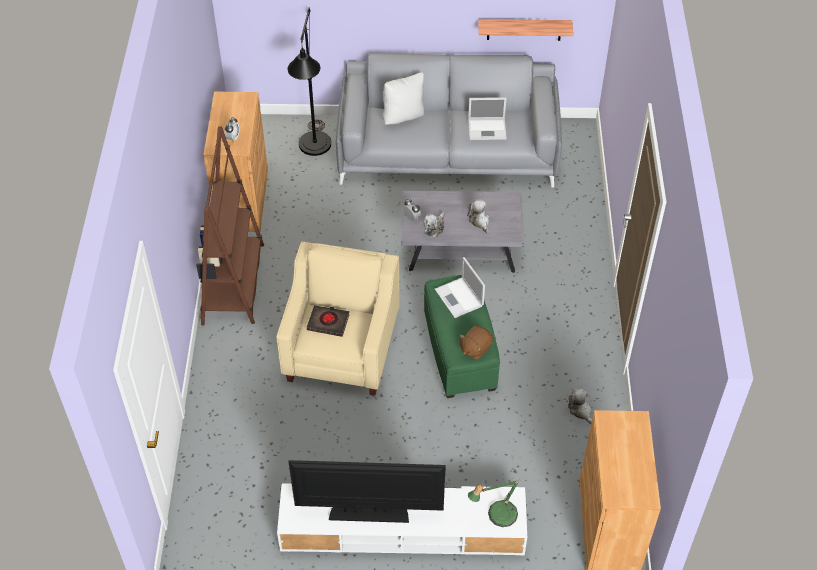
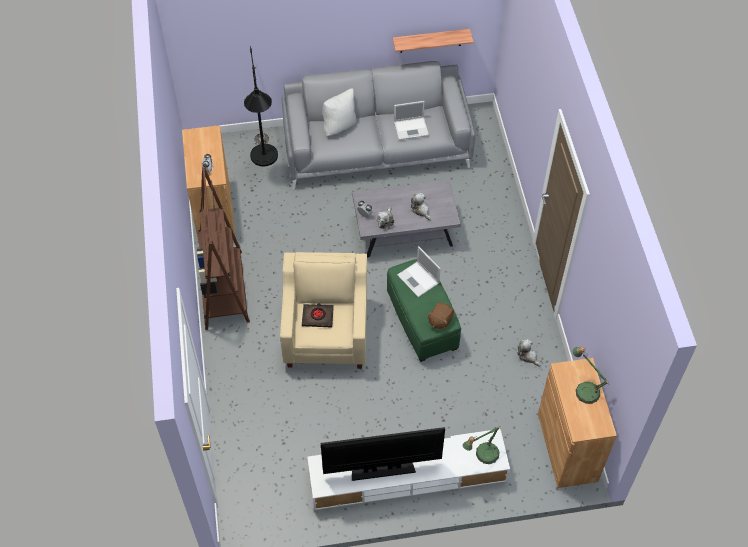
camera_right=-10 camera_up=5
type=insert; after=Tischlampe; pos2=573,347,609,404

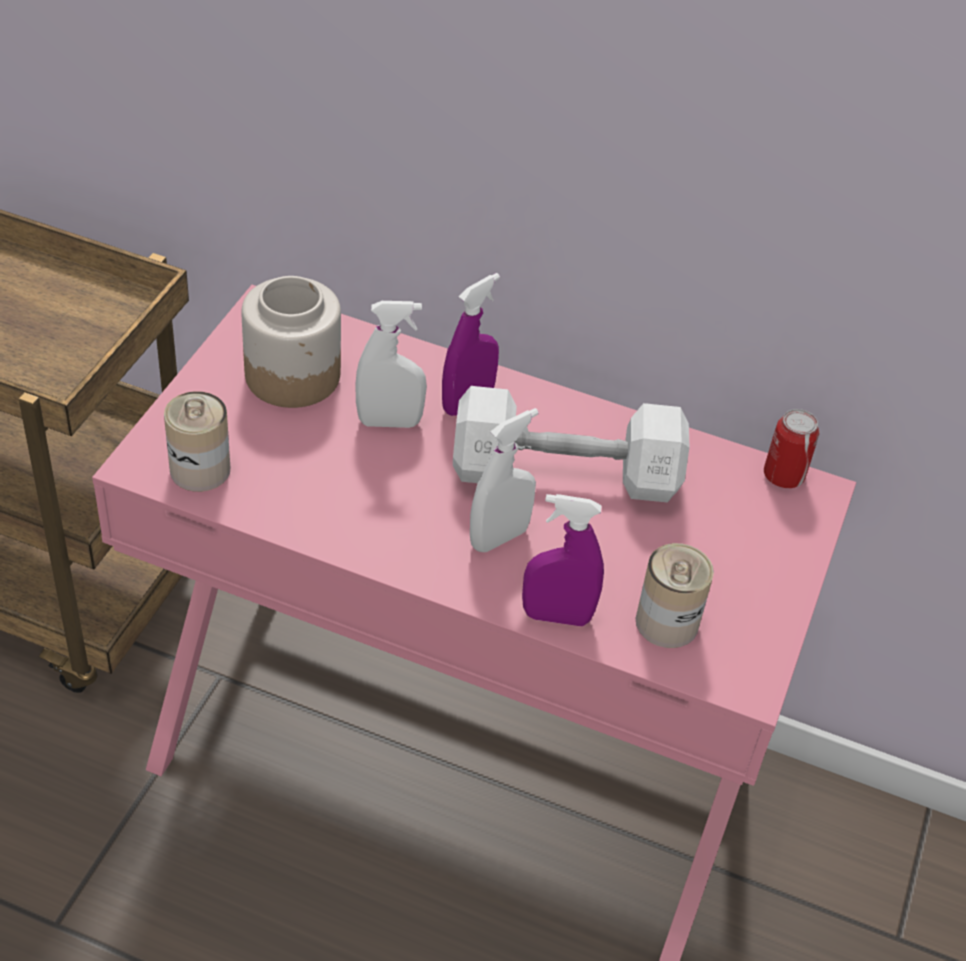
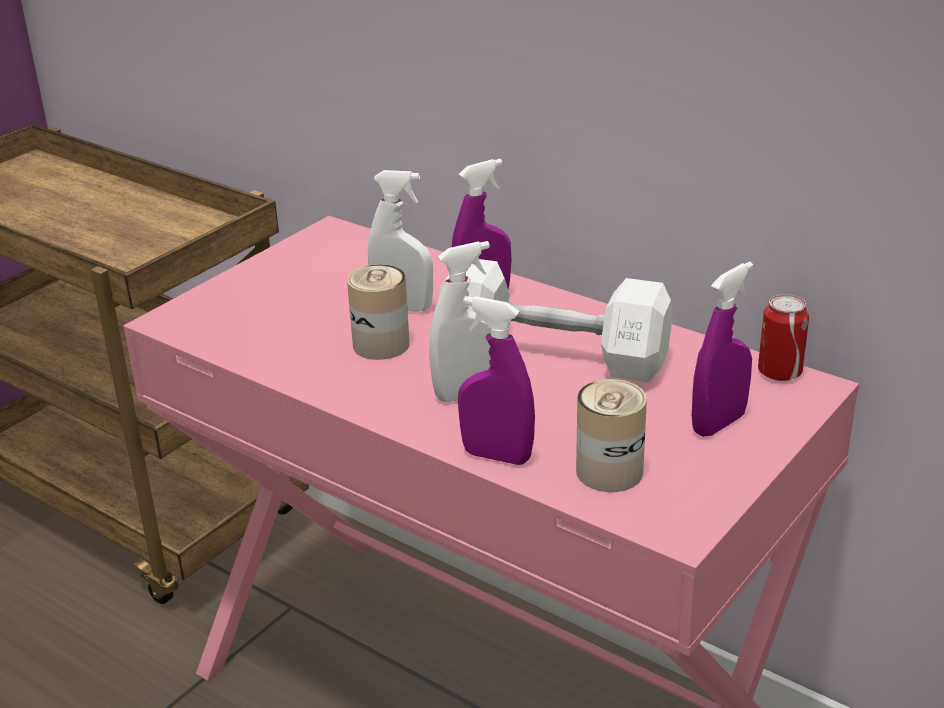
camera_right=20 camera_up=-15
type=delete; before=Vorratsglas; pos1=241,276,341,408
type=insert; after=Sprühflasche [lila]; pos2=692,261,753,437
type=move; before=Dose; pos1=164,391,230,492; pos2=347,264,410,360

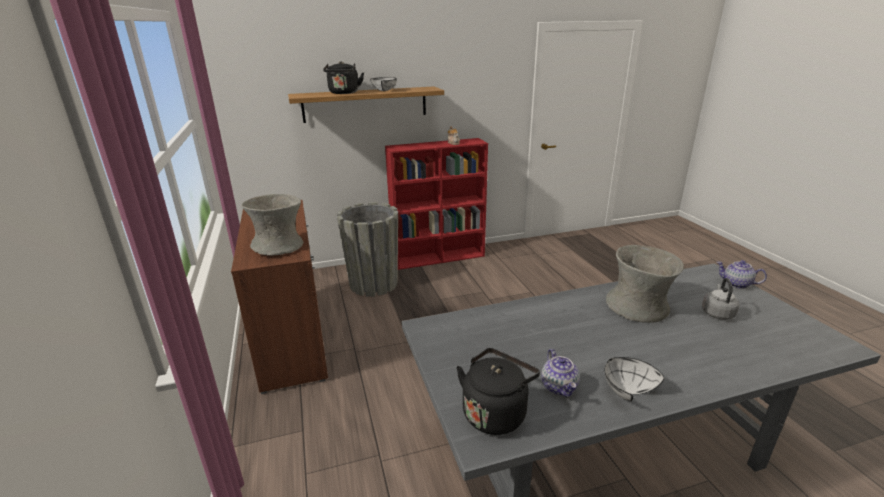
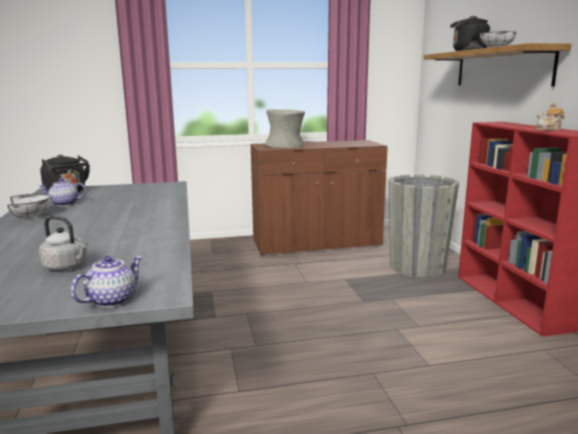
camera_right=95 camera_up=-10
type=delete; before=Vase [grau]; pos1=606,245,684,323

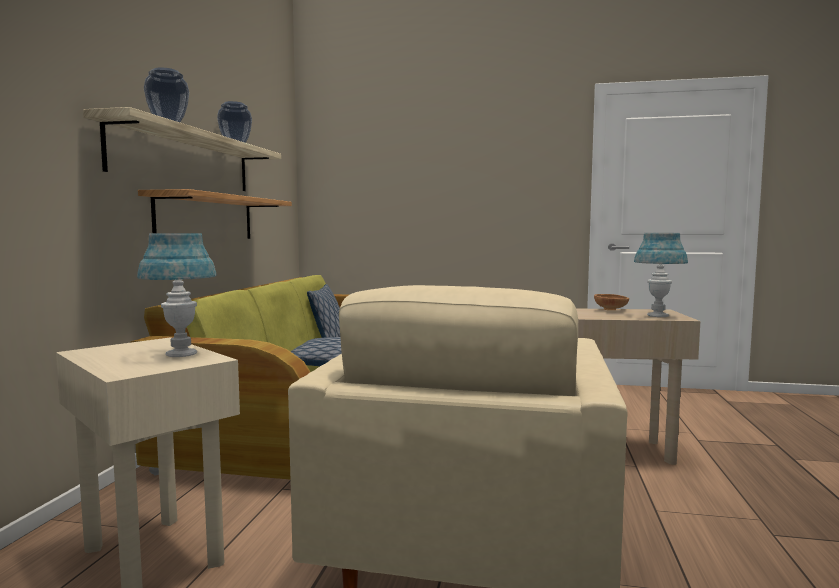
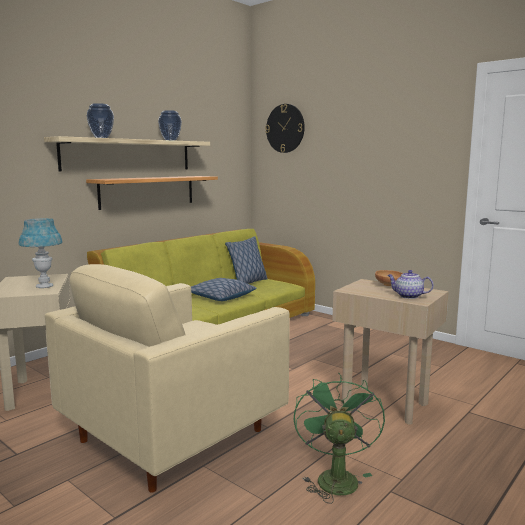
camera_right=30 camera_up=5
type=insert; after=Wanduhr; pos2=265,104,305,153
type=insert; after=Ventilator [grün]; pos2=294,372,385,504
type=replace; before=Tischlampe [blau]; after=Teekanne; pos1=634,233,688,317; pos2=388,270,434,299

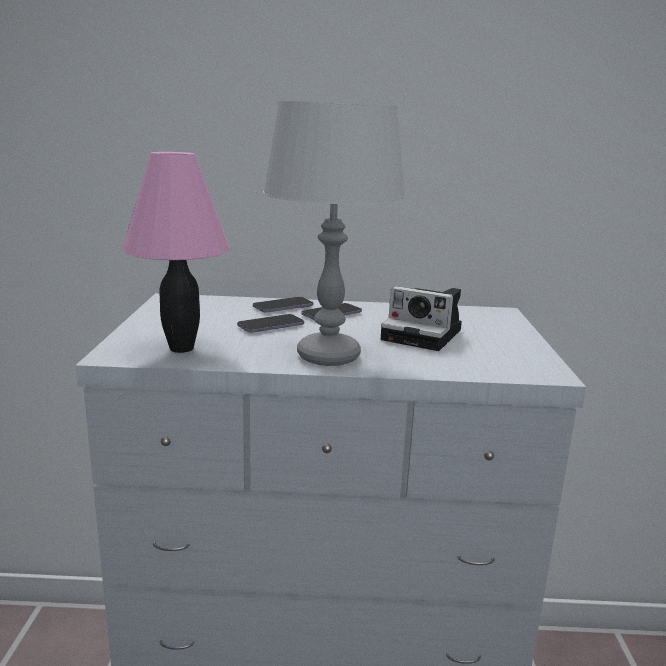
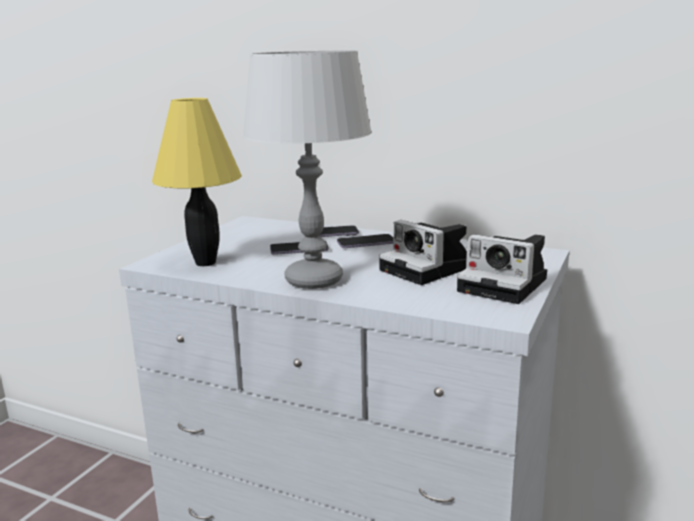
camera_right=25 camera_up=0
type=insert; after=Kamera; pos2=457,234,547,304
type=recolor; before=Tischlampe [rosa]; after=Tischlampe [gelb]; pos1=122,152,230,353; pos2=152,98,242,266

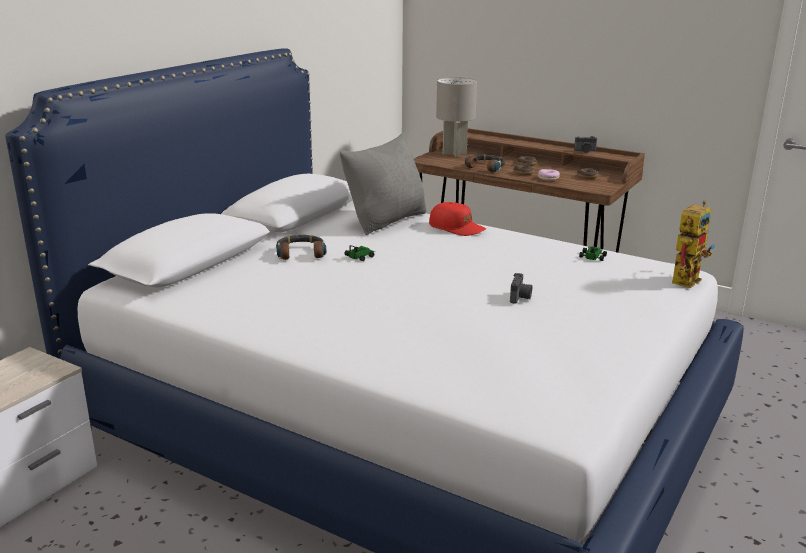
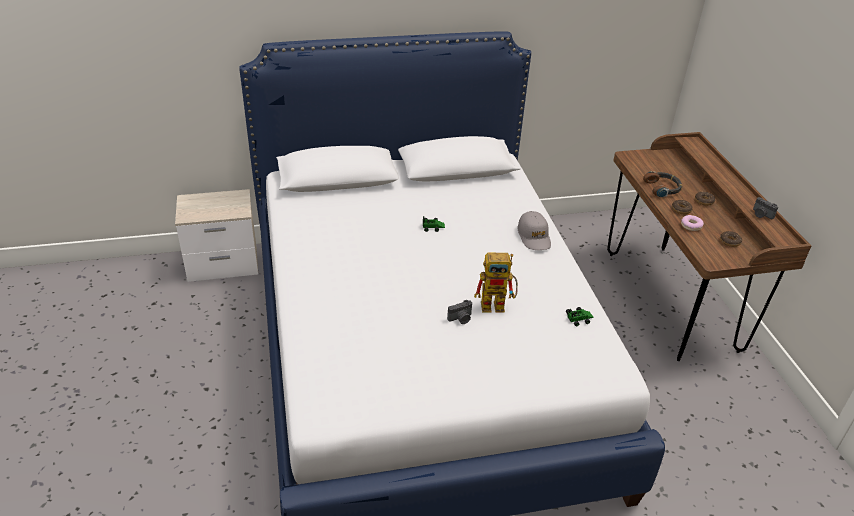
camera_right=45 camera_up=15
type=delete; before=Kopfhörer; pos1=276,235,326,260
type=delete; before=Kissen [grau]; pos1=340,133,426,235
type=delete; before=Tischlampe [grau]; pos1=436,77,477,157
type=move; before=Spielzeugroboter; pos1=672,201,715,288; pos2=474,253,518,313
type=recolor; before=Kappe [rot]; after=Kappe [grau]; pos1=429,202,486,236; pos2=517,211,551,250

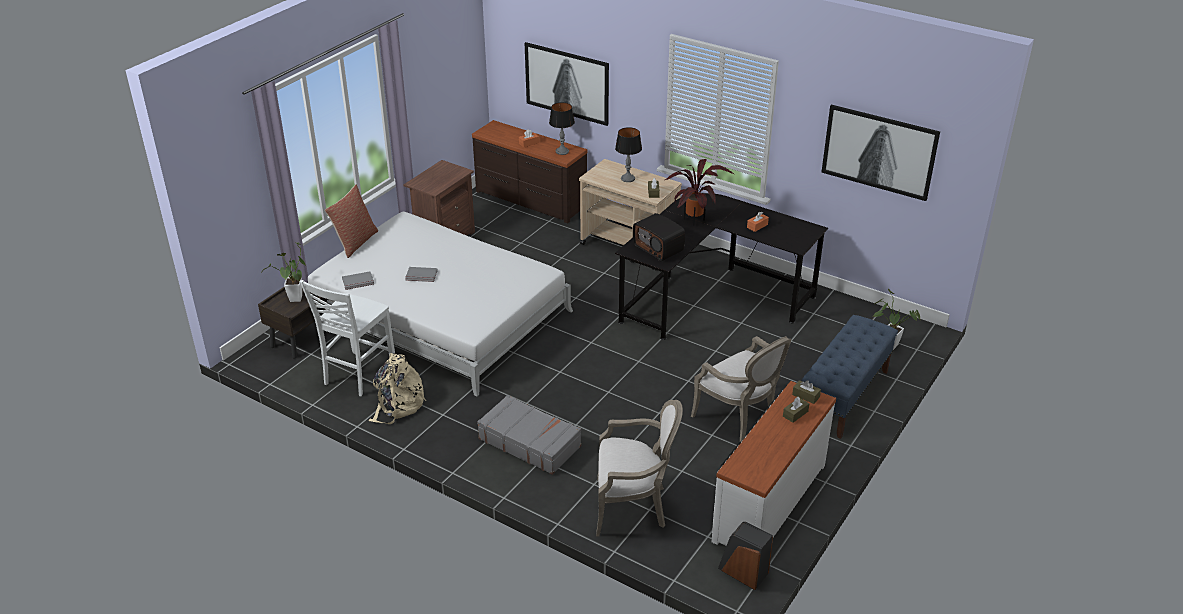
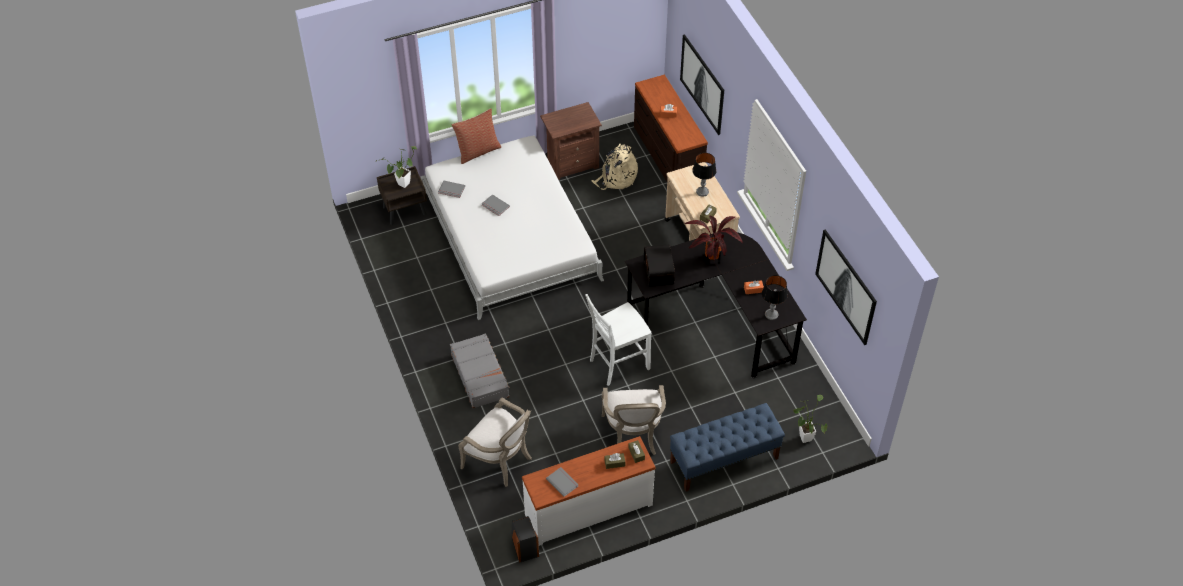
camera_right=35 camera_up=15
type=insert; after=Buch [grau]; pos2=546,467,578,497
type=move; before=Stuhl [weiß]; pos1=300,280,395,396; pos2=585,294,651,386
type=move; before=Rucksack [beige]; pos1=368,353,426,424; pos2=592,144,638,190
type=move; before=Tischlampe; pos1=549,102,575,155; pos2=762,275,788,320

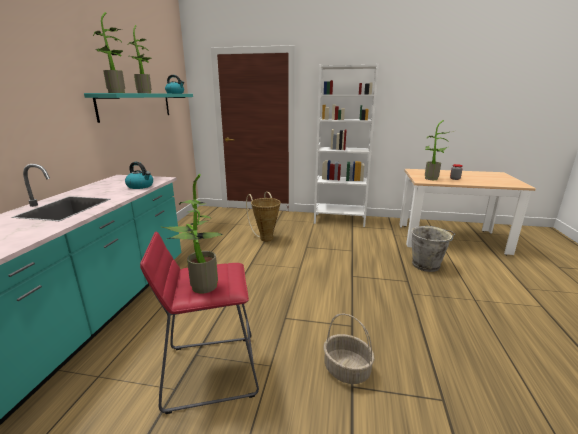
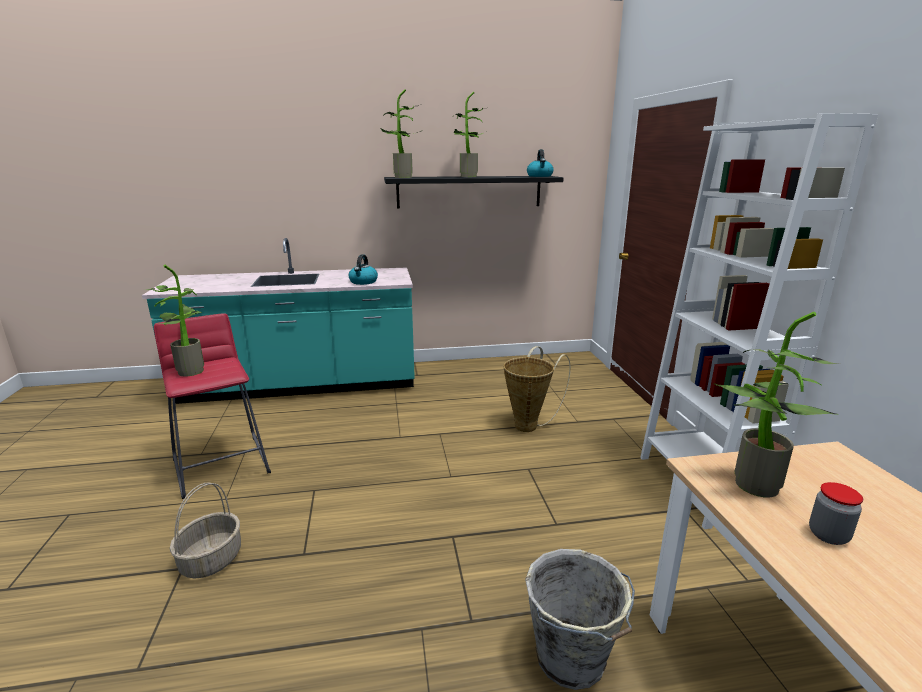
camera_right=70 camera_up=0
type=recolor; before=Wandregal [türkis]; after=Wandregal [schwarz]; pos1=84,93,193,123; pos2=384,176,563,209

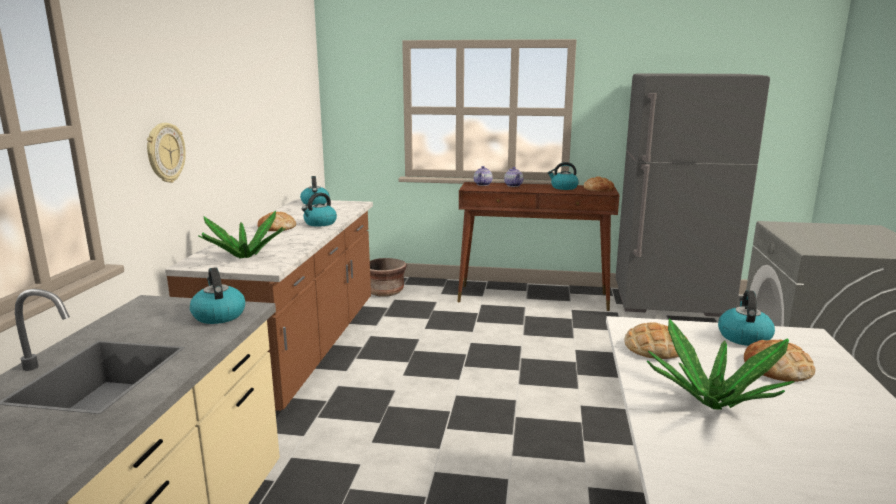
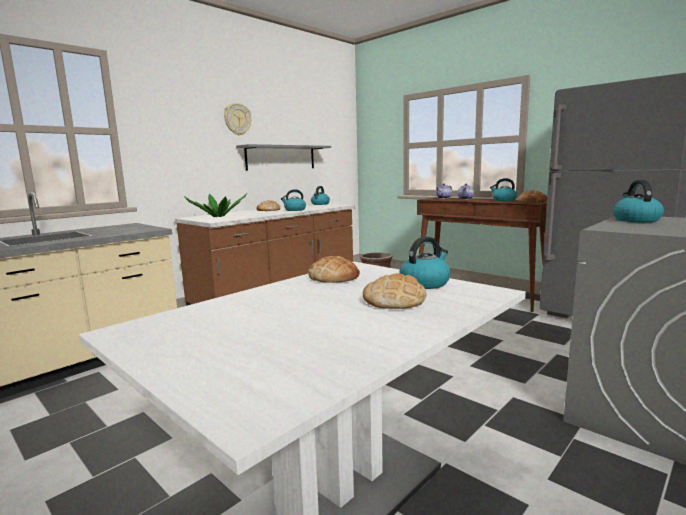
camera_right=35 camera_up=-5
type=delete; before=Topfpflanze; pos1=647,318,794,410
type=insert; after=Wandregal [grau]; pos2=236,144,331,170
type=move; before=Wanduhr; pos1=147,123,186,183; pos2=224,103,251,136
type=move; before=Wasserkessel; pos1=190,267,245,324; pos2=613,180,664,223

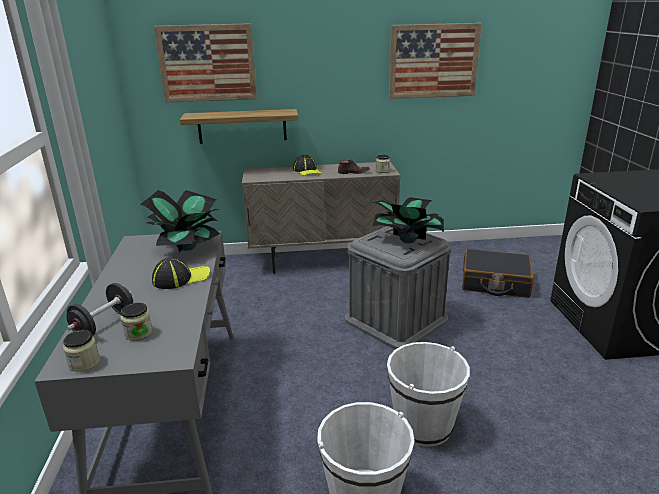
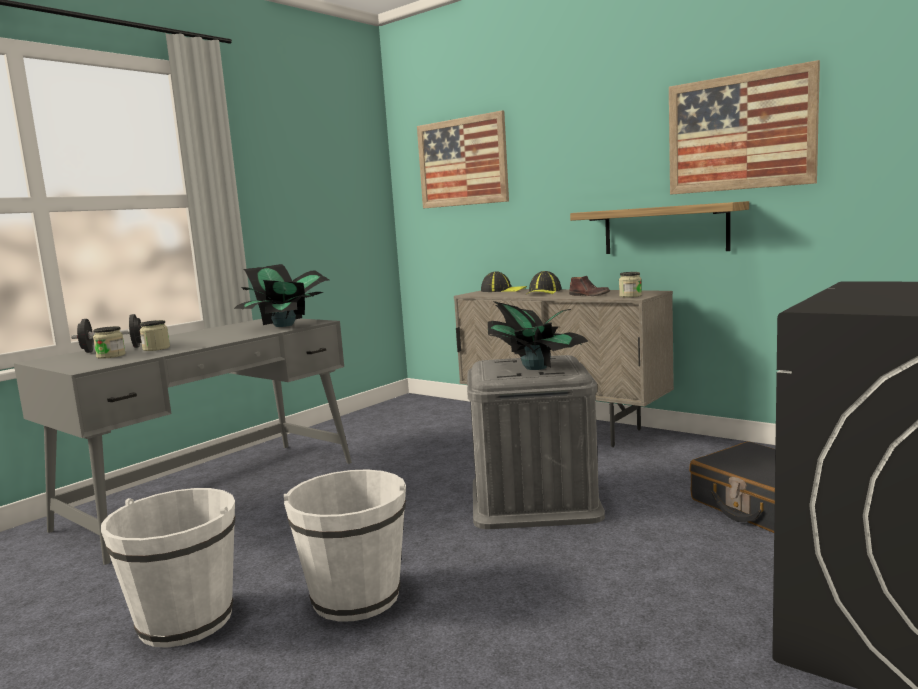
camera_right=45 camera_up=-15
type=move; before=Vorratsglas; pos1=63,330,100,372; pos2=139,320,170,351
type=move; before=Kappe; pos1=152,257,210,289; pos2=481,272,527,292
type=move; before=Wandregal; pos1=180,109,298,144; pos2=570,201,749,254

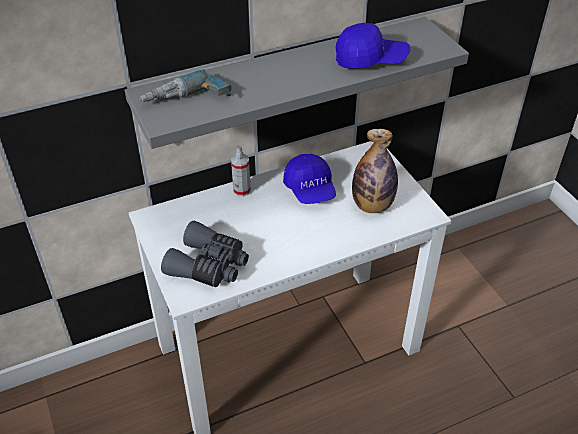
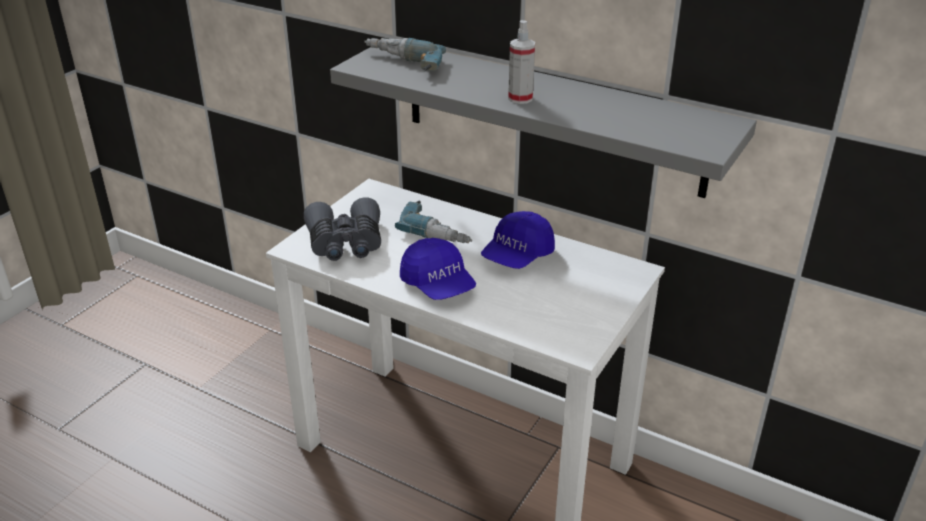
camera_right=55 camera_up=-10
type=delete; before=Flasche; pos1=352,129,398,213
type=insert; after=Bohrmaschine; pos2=395,201,472,243
type=move; before=Sprühflasche; pos1=231,145,251,197; pos2=508,20,535,104
type=move; before=Kappe [blau]; pos1=336,23,410,69; pos2=400,238,476,300

